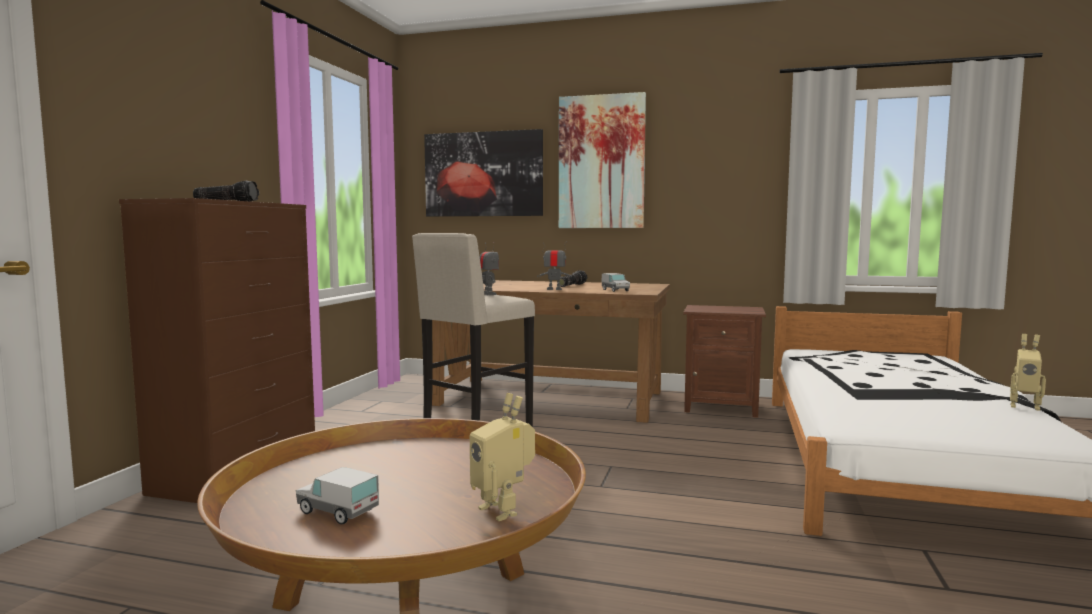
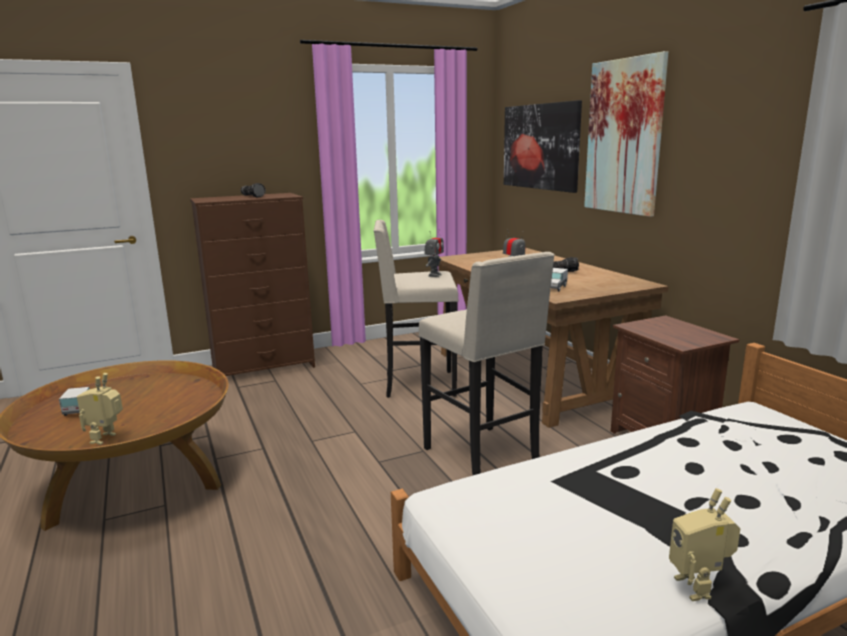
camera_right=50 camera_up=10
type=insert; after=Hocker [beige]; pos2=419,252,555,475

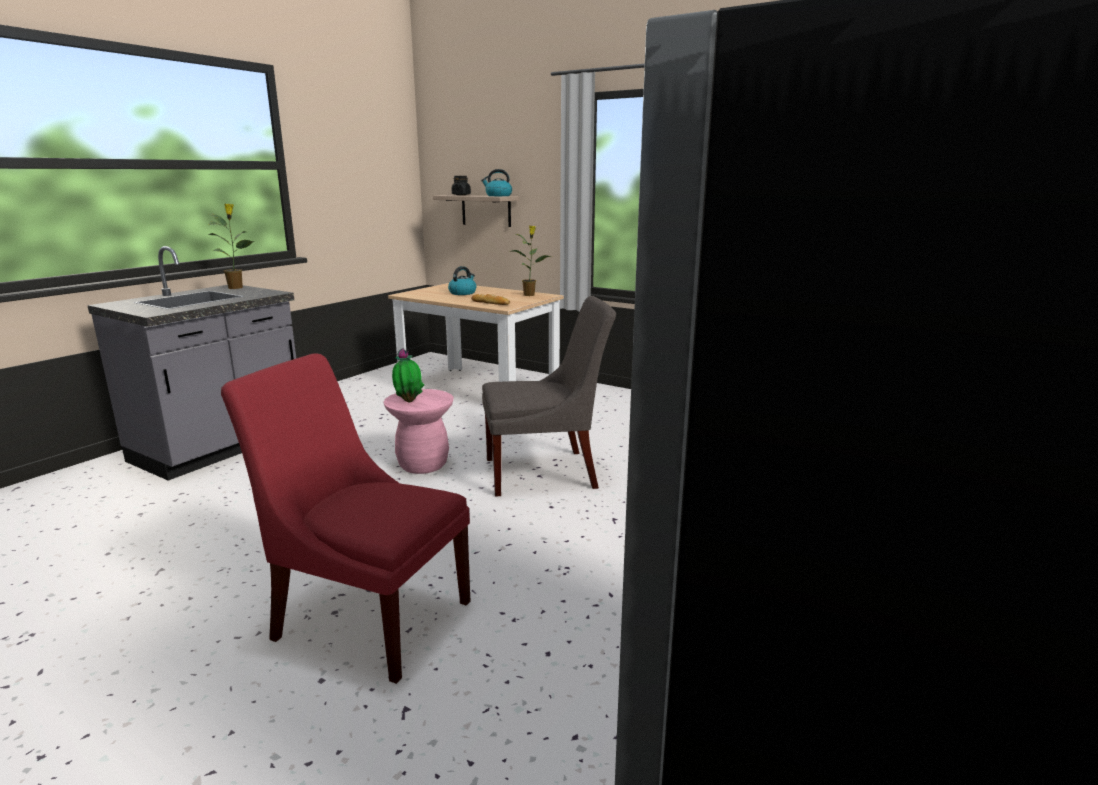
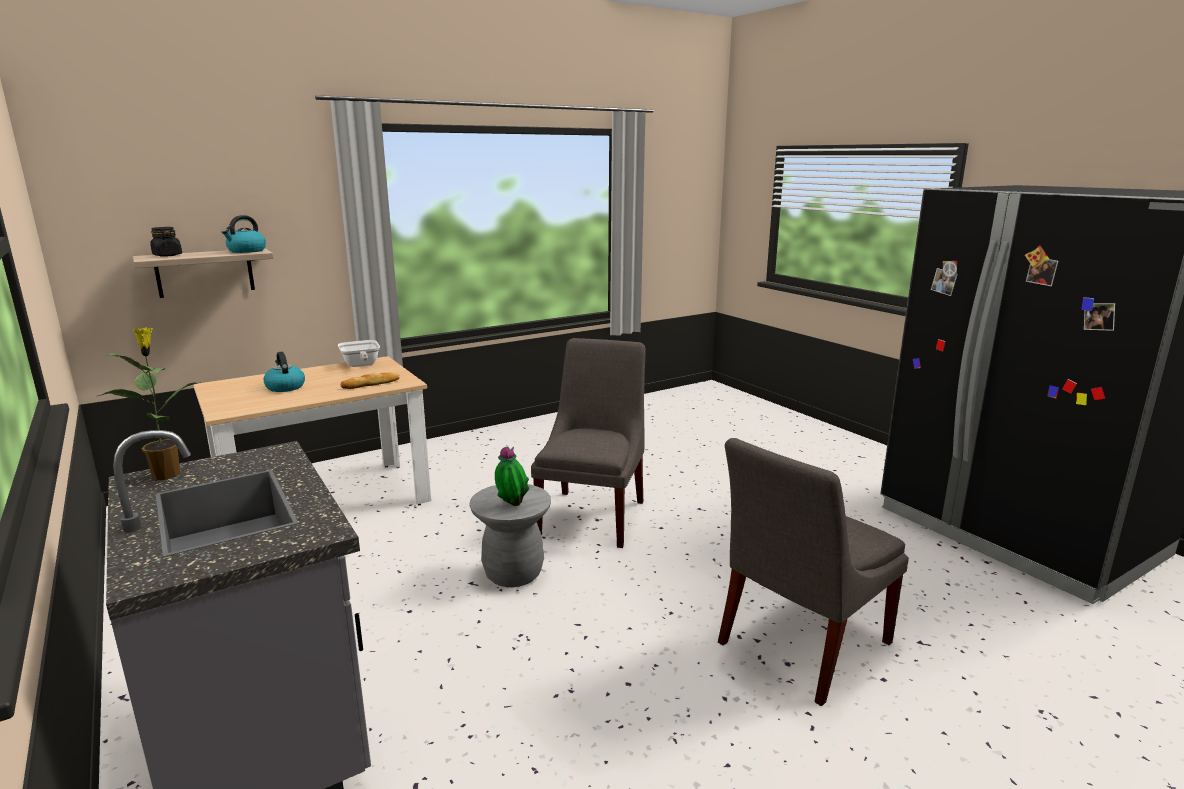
camera_right=-65 camera_up=0
type=replace; before=Topfpflanze; after=Pfanne; pos1=513,226,552,296; pos2=338,340,380,367
type=recolor; before=Stuhl [rot]; after=Stuhl [grau]; pos1=221,353,471,684; pos2=718,438,909,706
type=recolor; before=Hocker [rosa]; after=Hocker [grau]; pos1=383,389,454,474; pos2=469,484,551,587

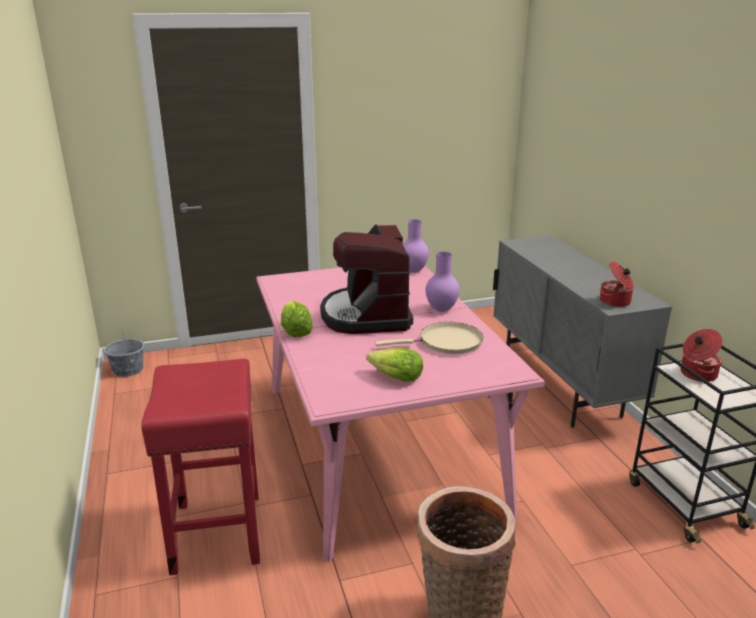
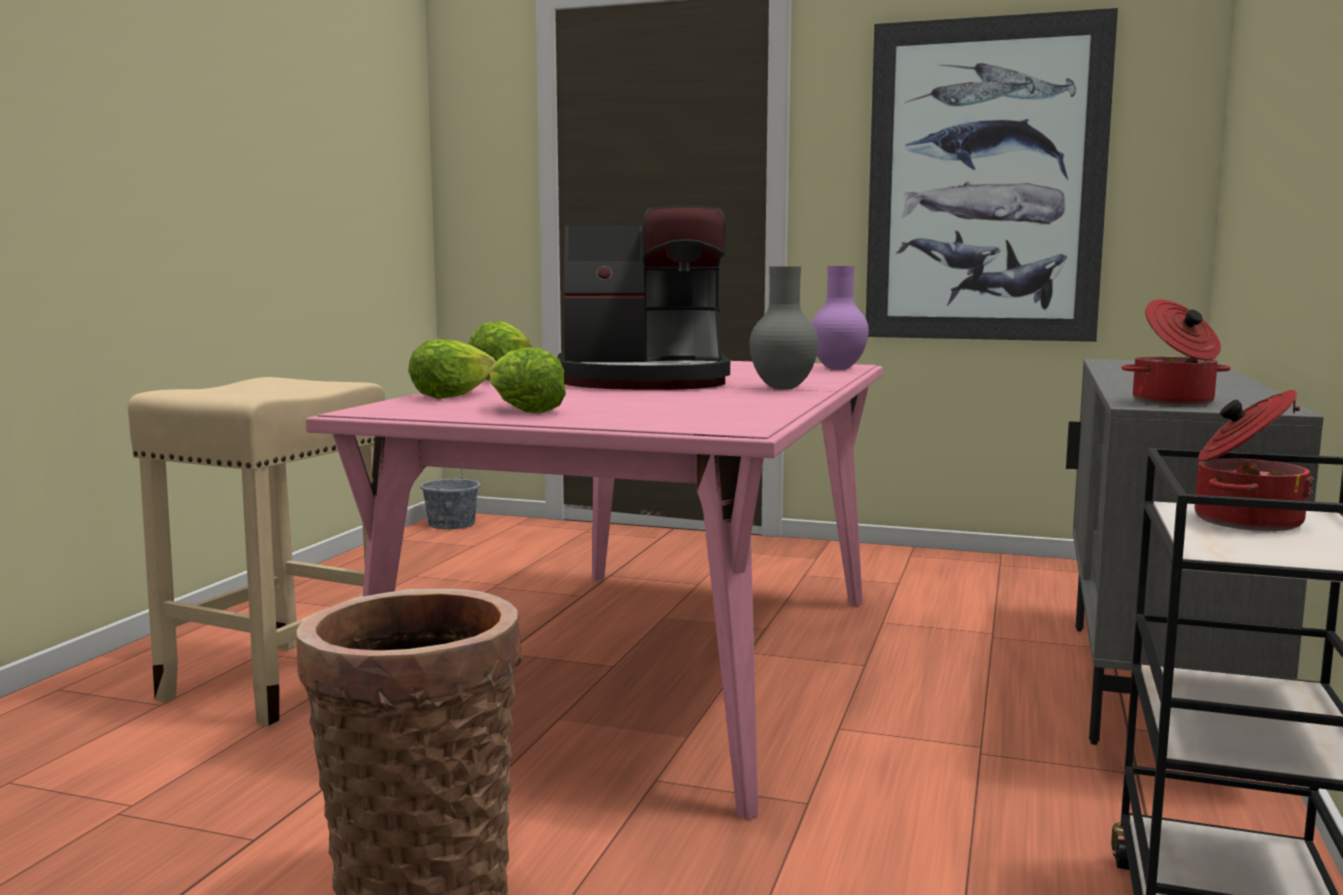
camera_right=35 camera_up=-15
type=delete; before=Pfanne [beige]; pos1=375,322,483,354
type=insert; after=Salatkopf; pos2=408,339,496,399
type=insert; after=Bild; pos2=866,8,1118,342
type=recolor; before=Hocker [rot]; after=Hocker [beige]; pos1=141,359,260,575; pos2=128,377,385,727
type=recolor; before=Vase [lila]; after=Vase [grau]; pos1=426,252,460,312; pos2=749,267,818,390
type=rotate; before=Kaffeemaschine; pos1=320,224,413,334; pos2=557,206,730,390; turn=-120

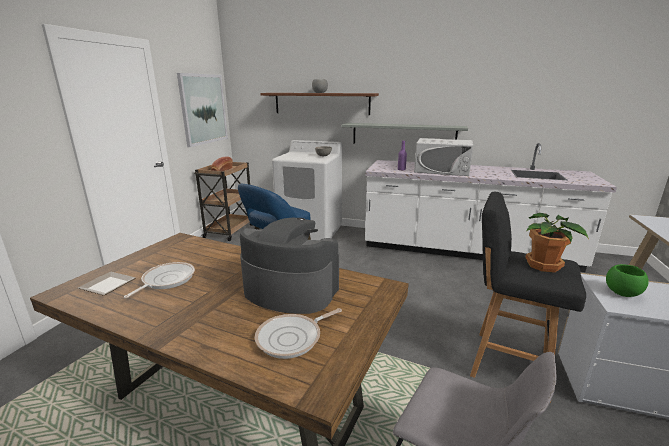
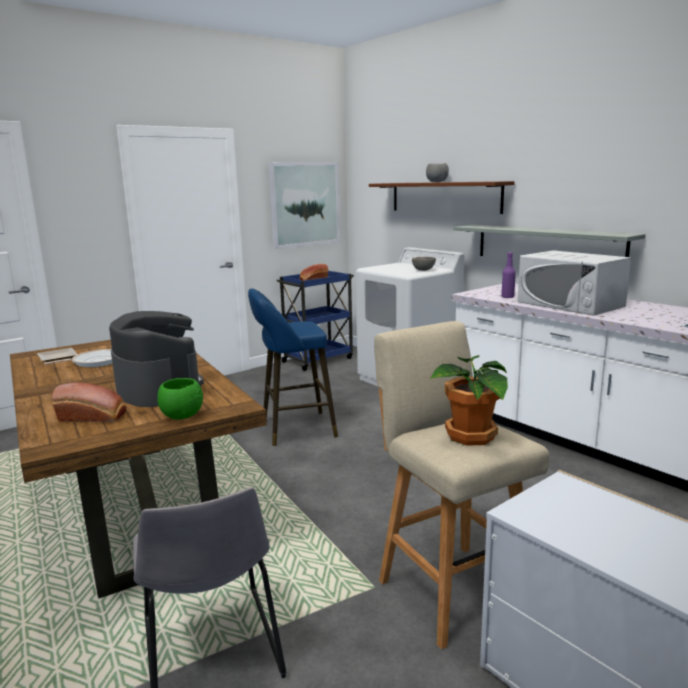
camera_right=35 camera_up=-5
type=move; before=Schüssel [grün]; pos1=606,264,649,297; pos2=157,378,203,420
type=replace; before=Pfanne; after=Brot; pos1=255,308,342,359; pos2=52,382,127,422
type=recolor; before=Rollwagen [braun]; after=Rollwagen [blau]; pos1=194,162,252,241; pos2=276,270,354,371
type=recolor; before=Hocker [schwarz]; after=Hocker [beige]; pos1=470,192,586,403; pos2=374,321,549,649

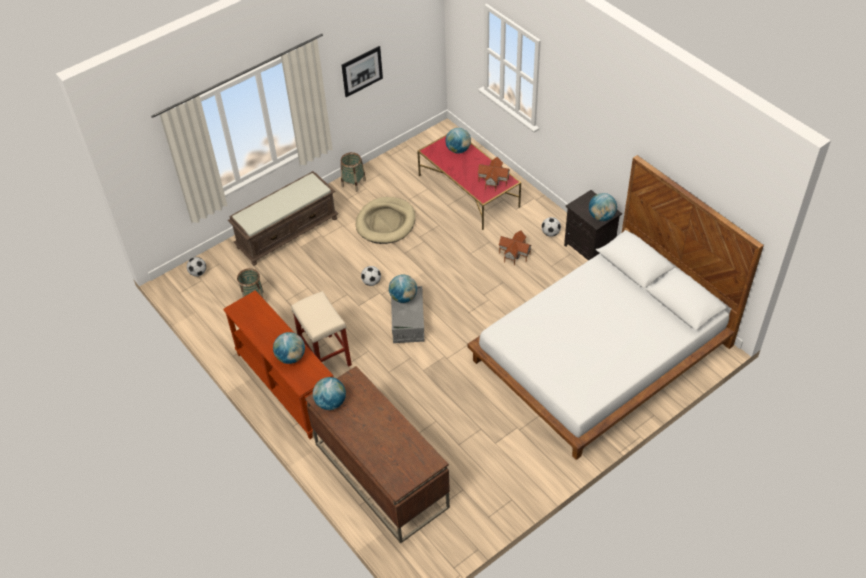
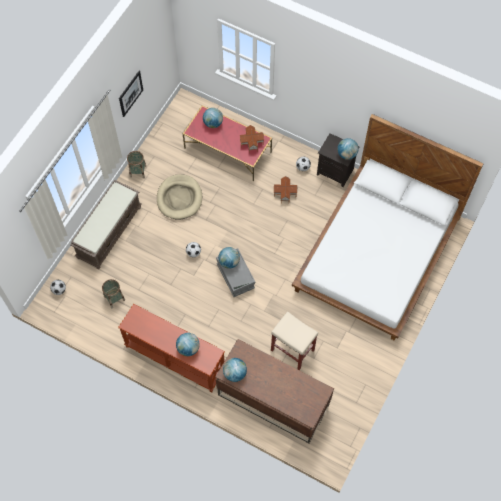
camera_right=-25 camera_up=15
type=move; before=Hocker [beige]; pos1=291,291,352,367; pos2=271,311,318,370

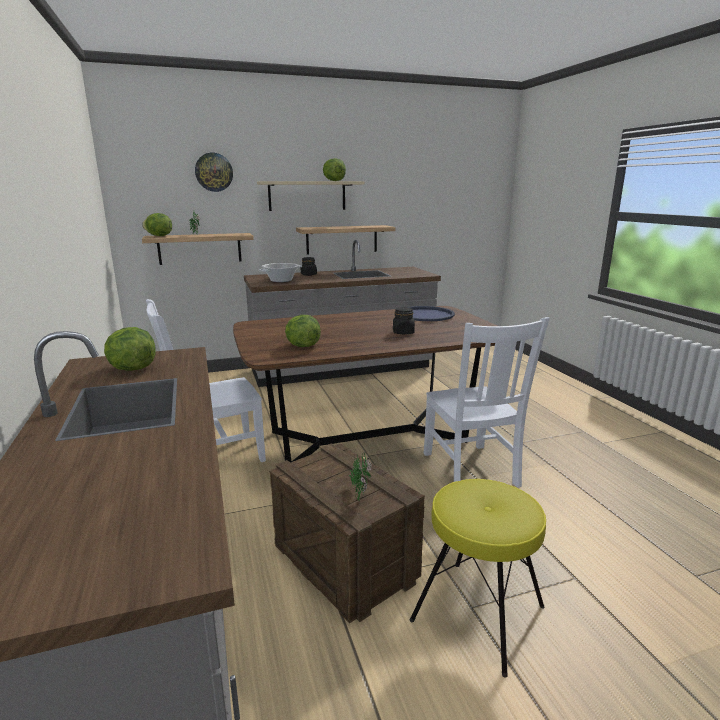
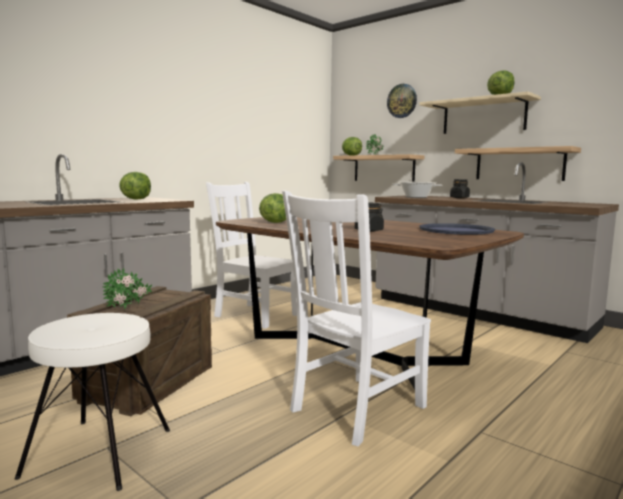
camera_right=60 camera_up=-10
type=recolor; before=Hocker [gelb]; after=Hocker [weiß]; pos1=410,479,546,678; pos2=15,313,170,491

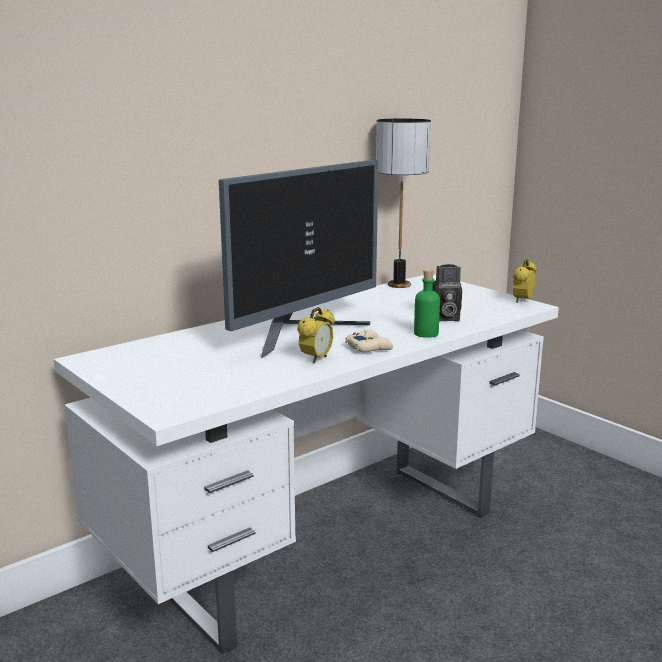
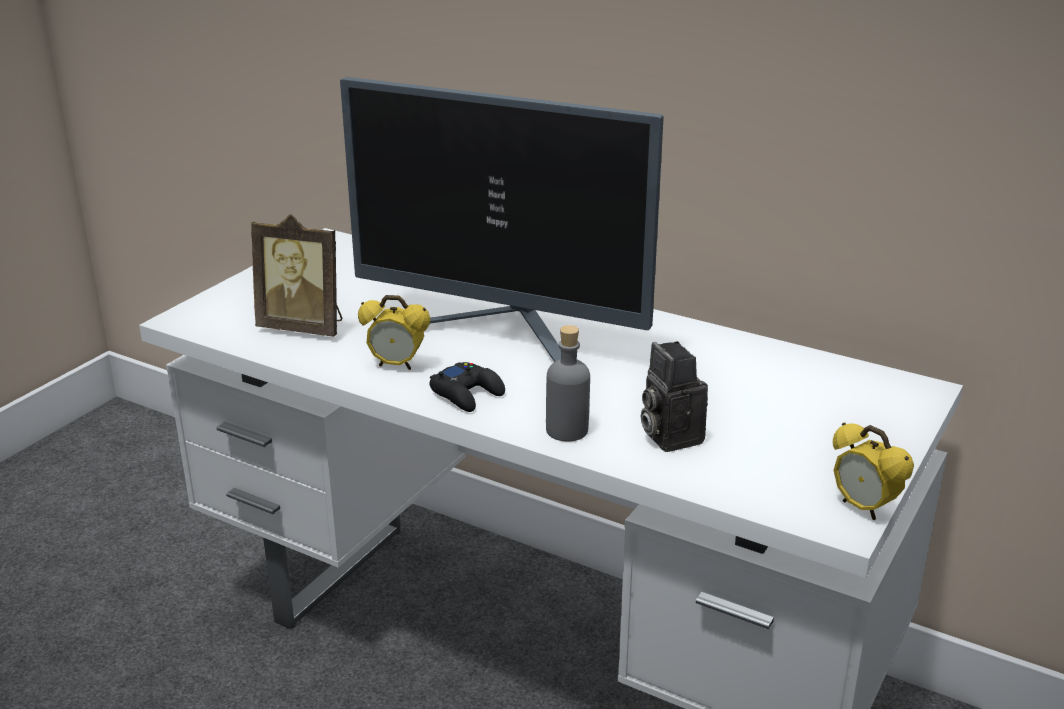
camera_right=70 camera_up=10
type=delete; before=Tischlampe; pos1=376,118,431,288
type=insert; after=Bilderrahmen; pos2=251,214,342,336
type=recolor; before=Gamepad [beige]; after=Gamepad [schwarz]; pos1=345,330,393,352; pos2=429,362,505,412
type=recolor; before=Flasche [grün]; after=Flasche [grau]; pos1=414,269,440,338; pos2=546,325,590,442
type=rotate; before=Wecker; pos1=513,259,537,303; pos2=833,423,914,520; turn=-135

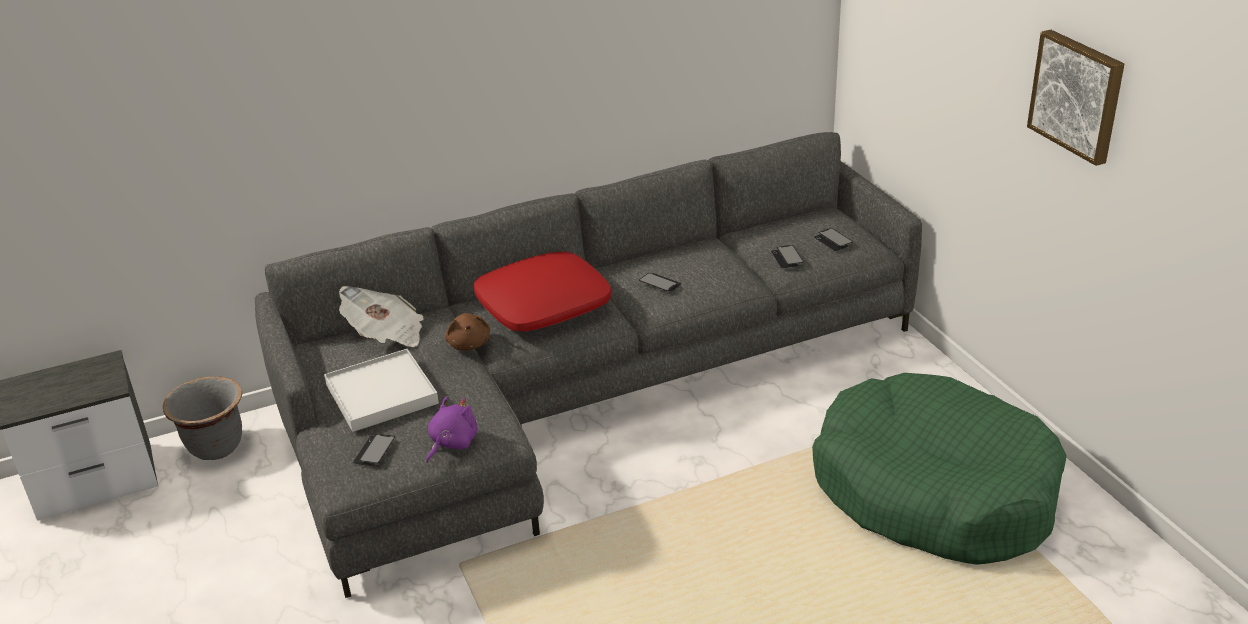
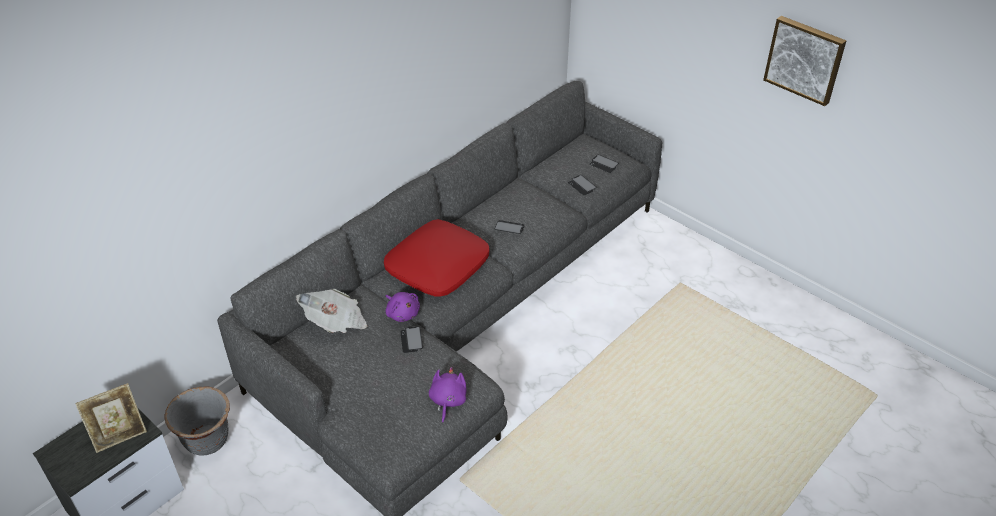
camera_right=-25 camera_up=10
type=delete; before=Tablett [weiß]; pos1=324,349,439,432
type=delete; before=Hundebett [grün]; pos1=812,373,1067,565
type=insert; after=Bilderrahmen; pos2=75,383,147,453
type=move; before=Handy; pos1=353,434,395,466; pos2=400,326,423,353
type=recolor; before=Plüschtier [braun]; after=Plüschtier [lila]; pos1=445,313,490,350; pos2=386,292,420,322

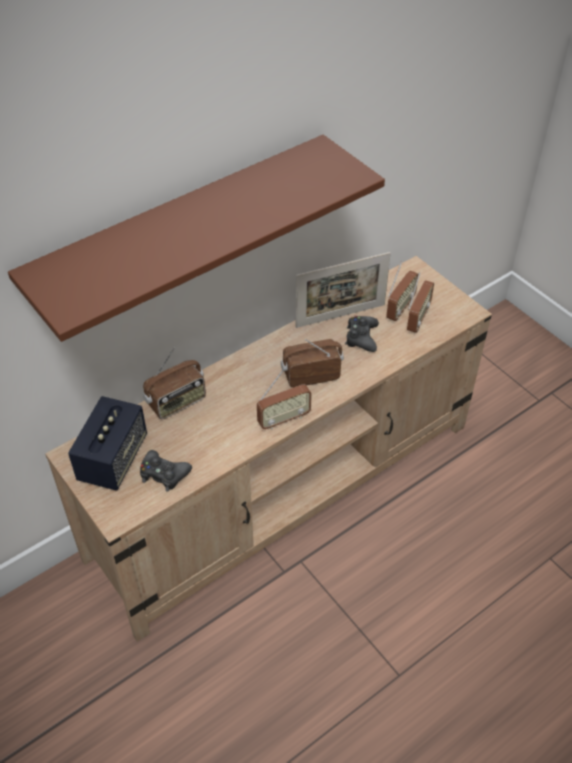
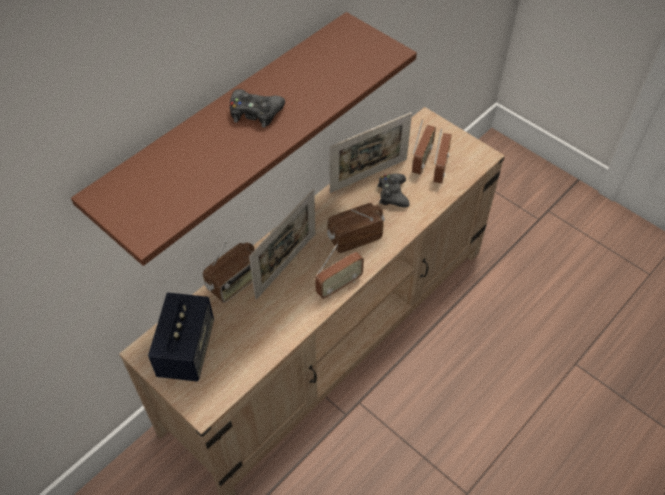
camera_right=-10 camera_up=5
type=insert; after=Bilderrahmen; pos2=249,189,315,299
type=move; before=Gamepad [schwarz]; pos1=140,450,192,492; pos2=230,89,285,128

